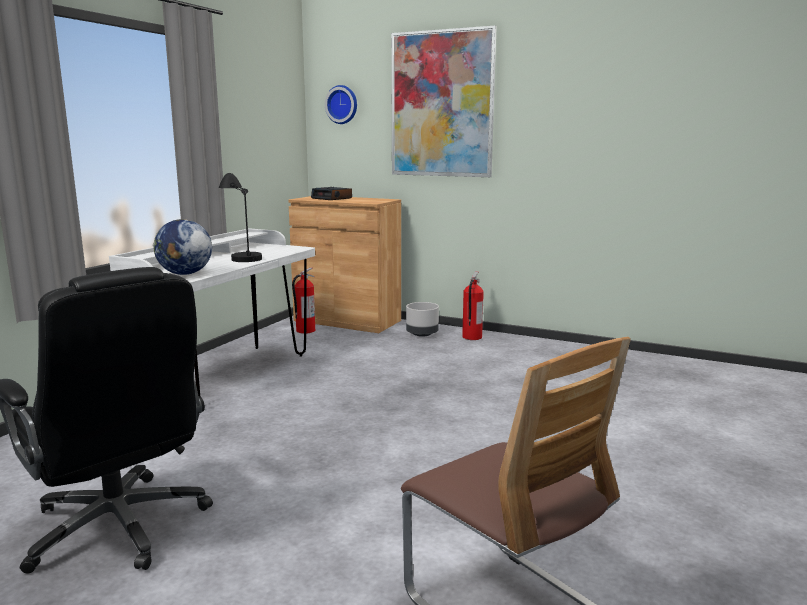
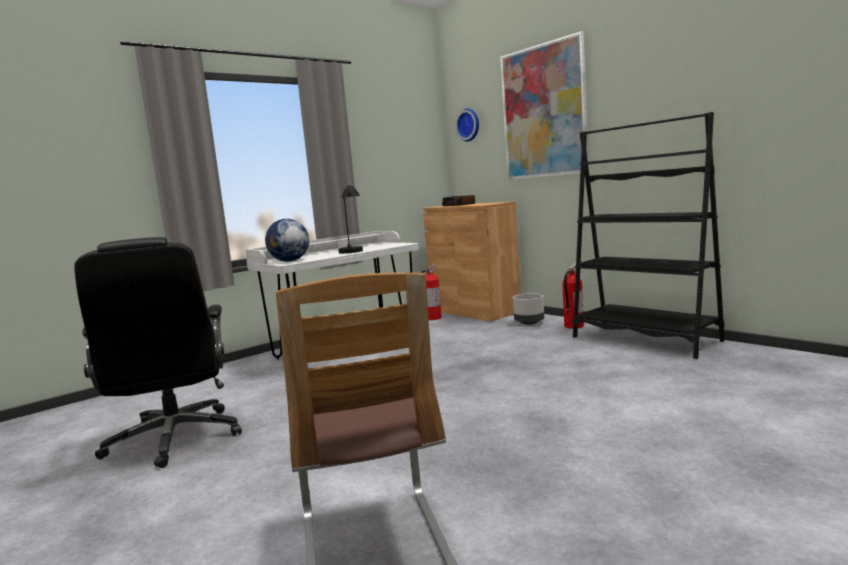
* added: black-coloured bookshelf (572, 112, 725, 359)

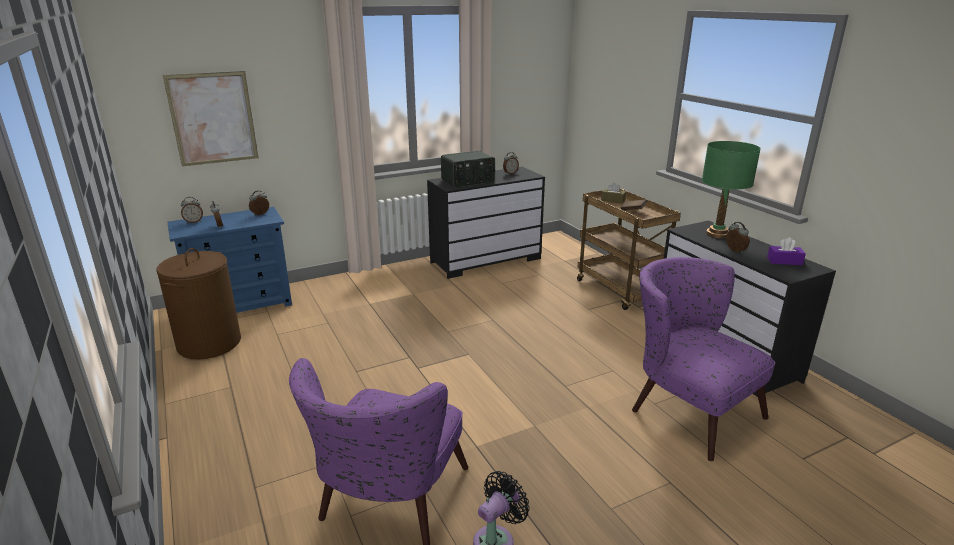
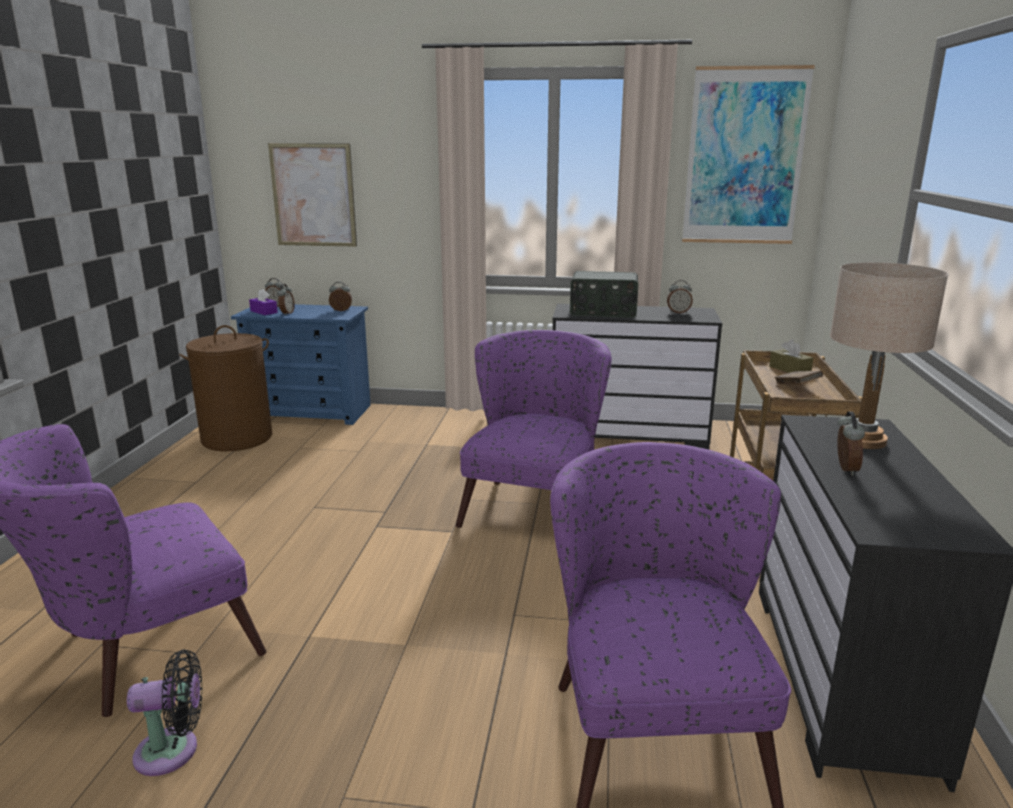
* added: purple lounge chair (455, 330, 611, 528)
* added: wall art (682, 65, 815, 244)
* moved: purple box of tissues (767, 237, 806, 265) to (249, 289, 278, 315)
* recoloured: green-coloured lamp for a table (702, 141, 761, 239) to beige lamp for a table (830, 262, 949, 449)

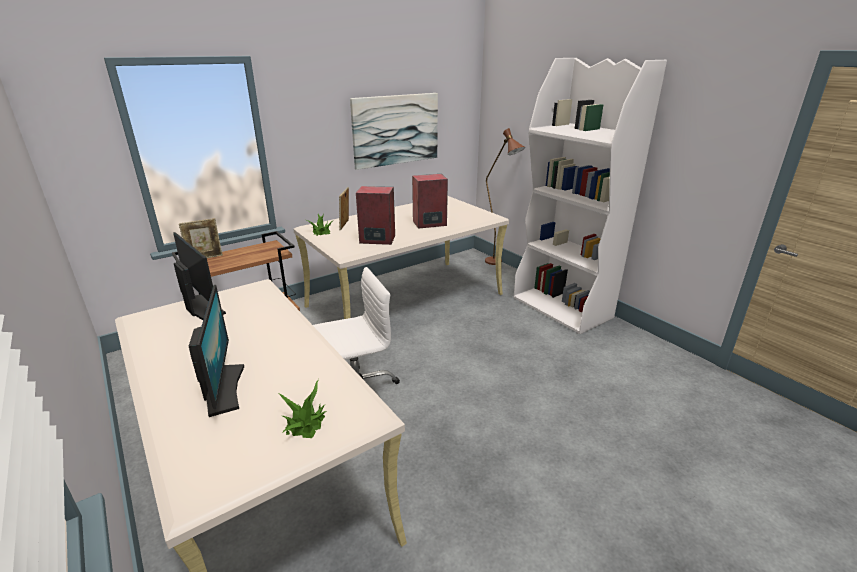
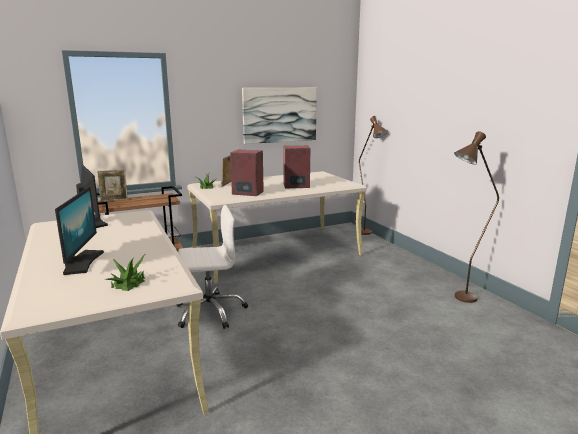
* removed: white-coloured bookshelf (513, 58, 667, 334)
* added: brown standard lamp (454, 131, 499, 303)

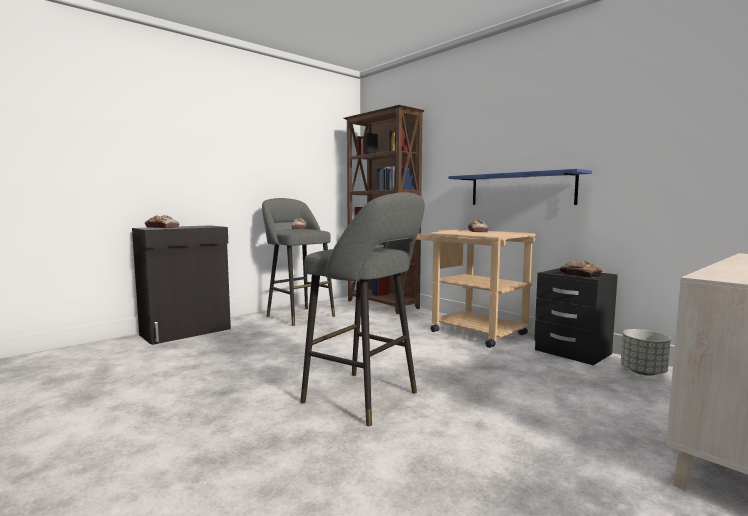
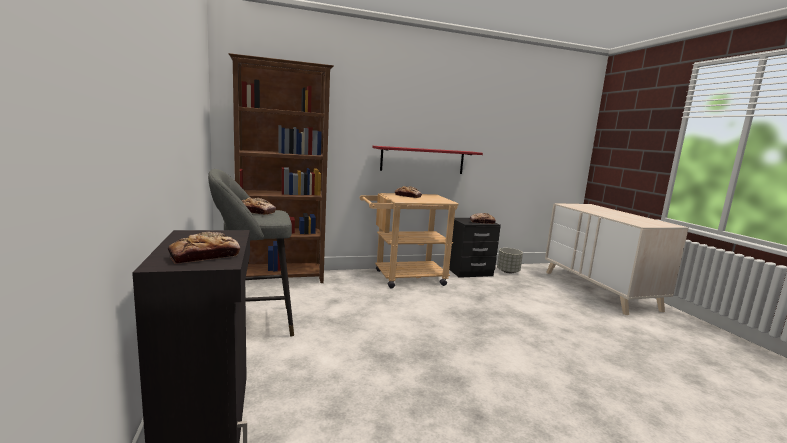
* removed: greyish stool seat (300, 192, 425, 426)
* recoloured: blue-coloured wall shelf (448, 169, 592, 205) to reddish wall shelf (372, 146, 483, 174)

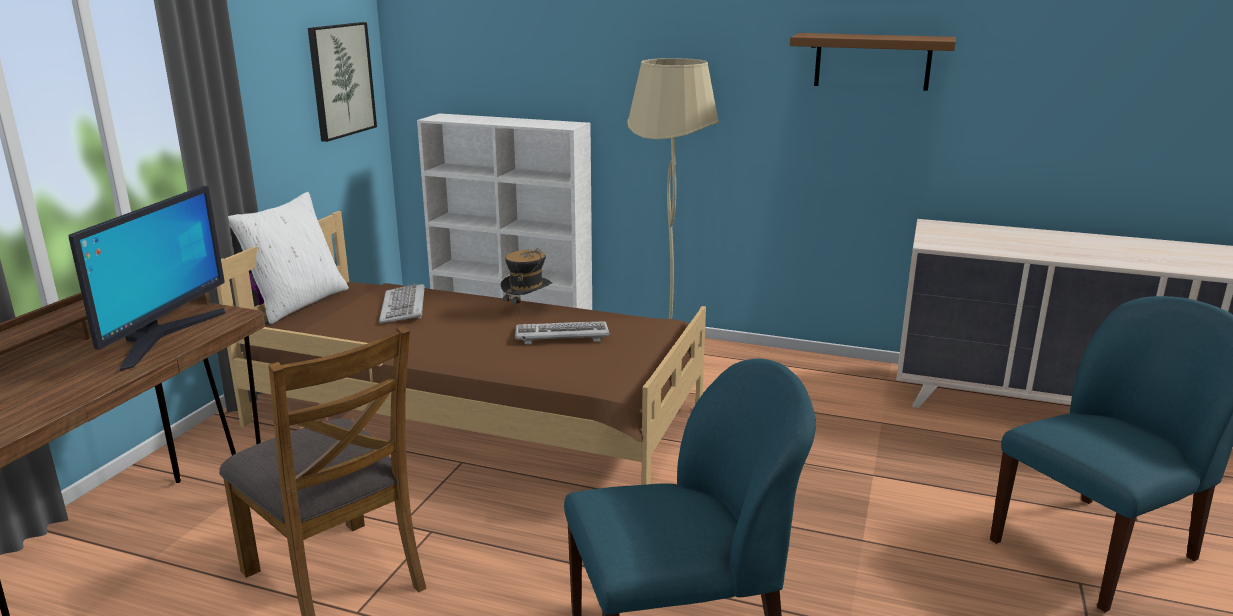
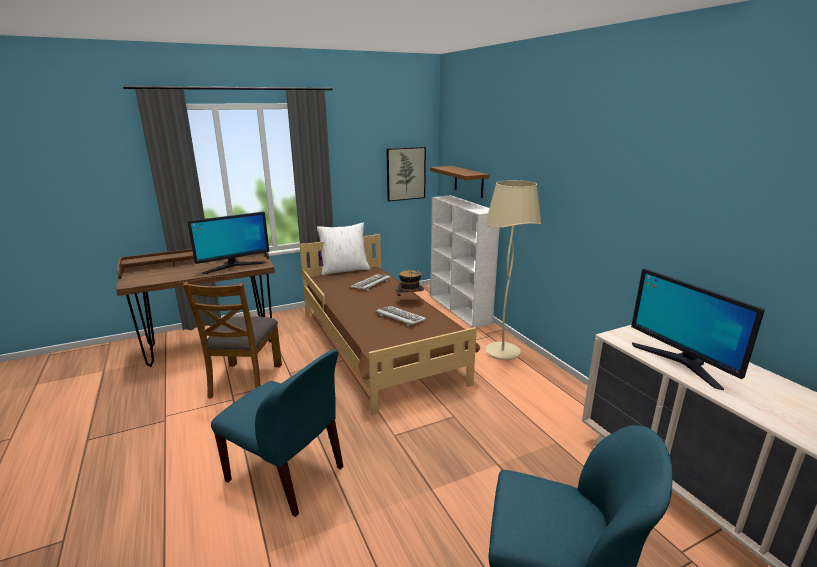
* added: computer display (631, 268, 765, 390)
* moved: brown wall shelf (790, 33, 956, 91) to (430, 166, 489, 198)

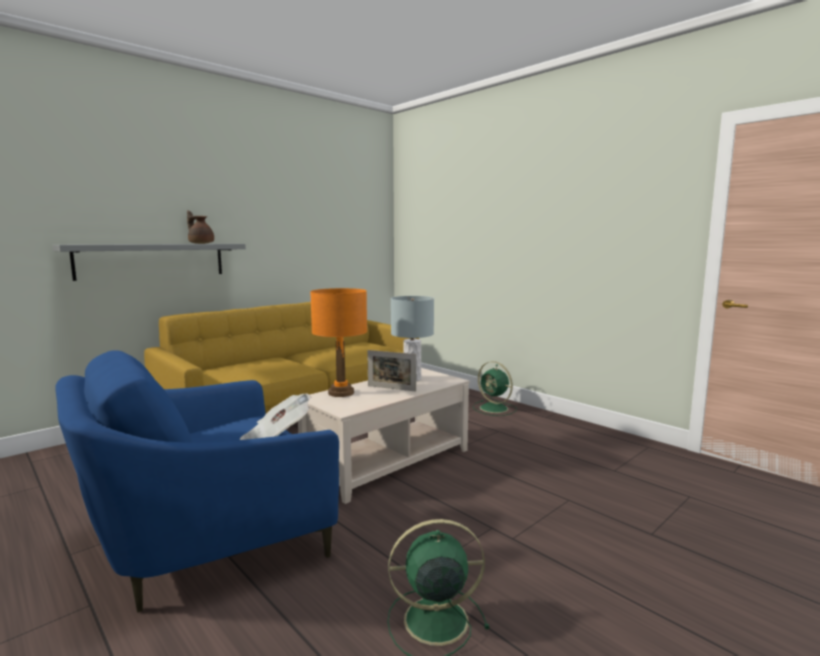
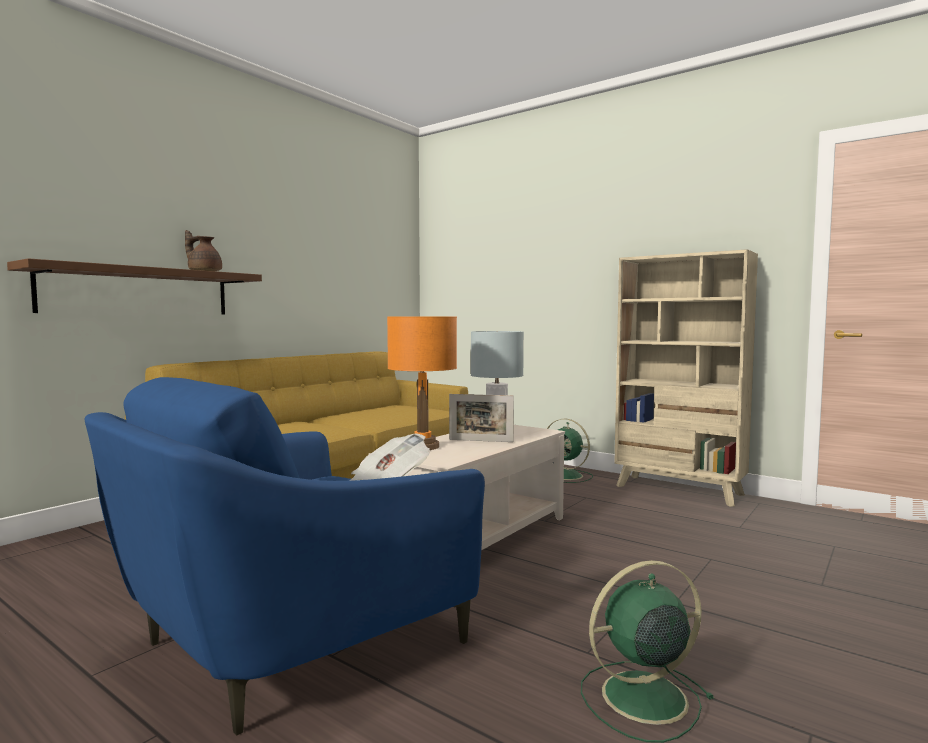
* added: beige bookshelf (614, 249, 758, 507)
* recoloured: greyish wall shelf (52, 244, 246, 281) to brown wall shelf (7, 258, 262, 314)

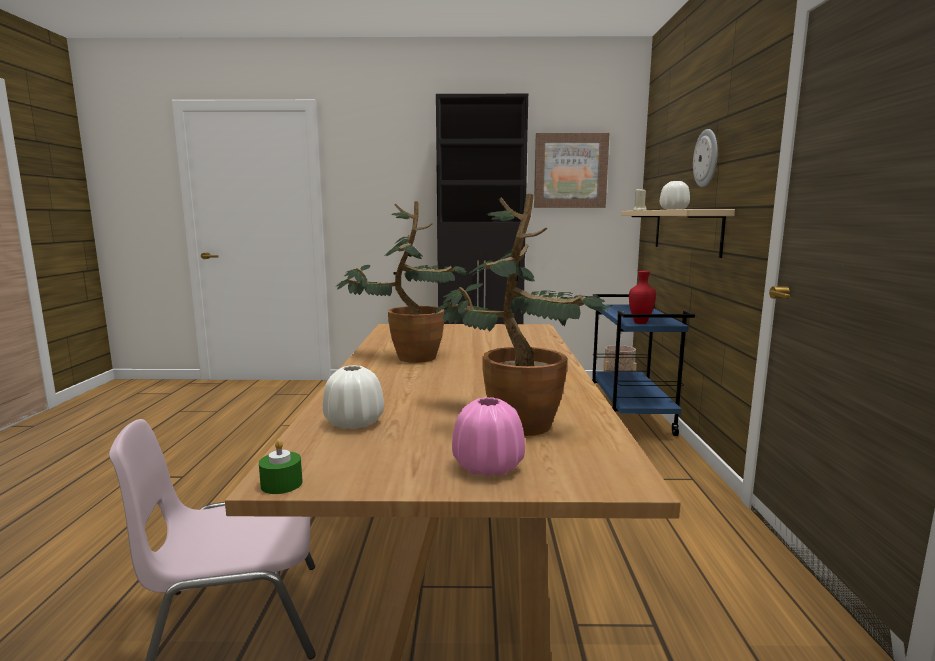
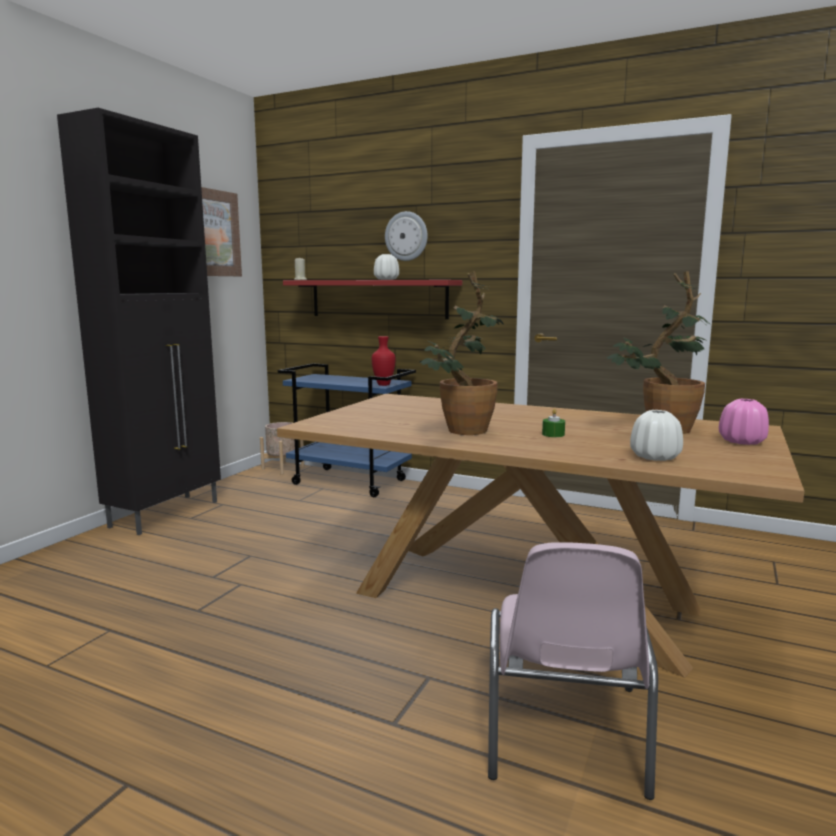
* moved: green-coloured wax candle (259, 439, 303, 494) to (542, 409, 565, 437)
* recoloured: beige wall shelf (621, 209, 735, 258) to reddish wall shelf (283, 280, 462, 319)

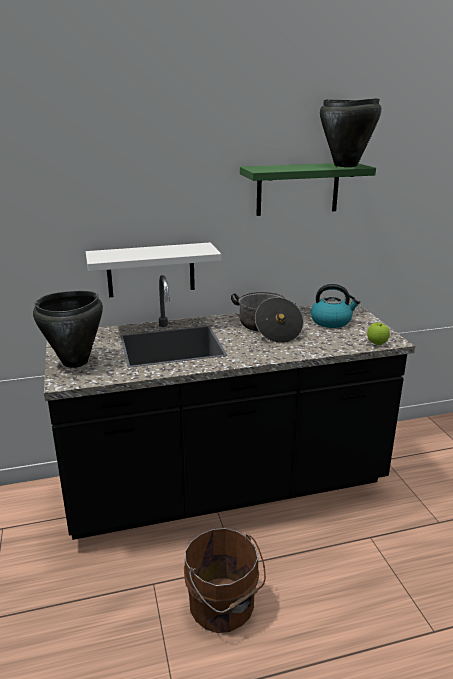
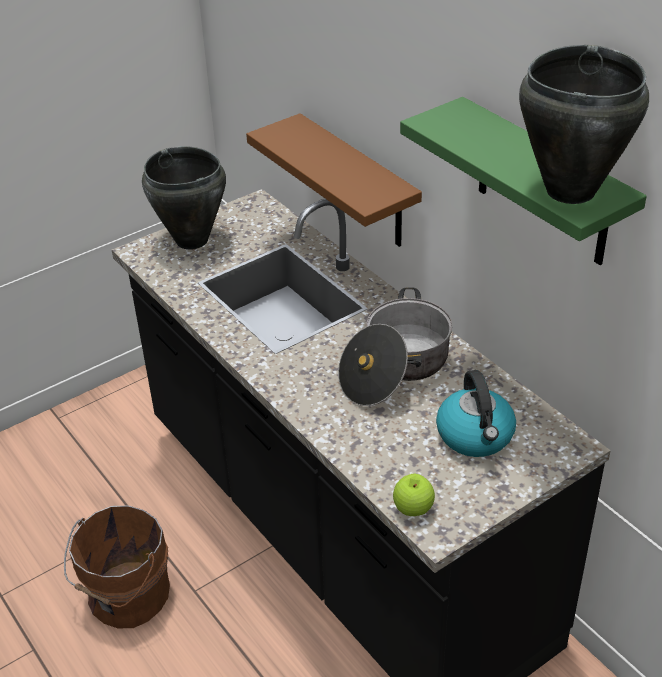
* recoloured: white-coloured wall shelf (86, 242, 221, 297) to brown wall shelf (246, 113, 422, 247)

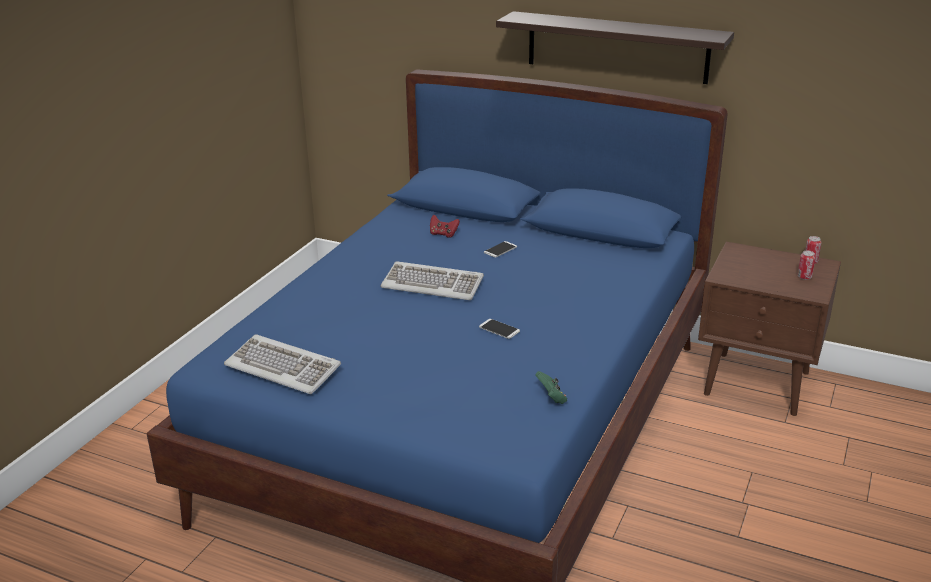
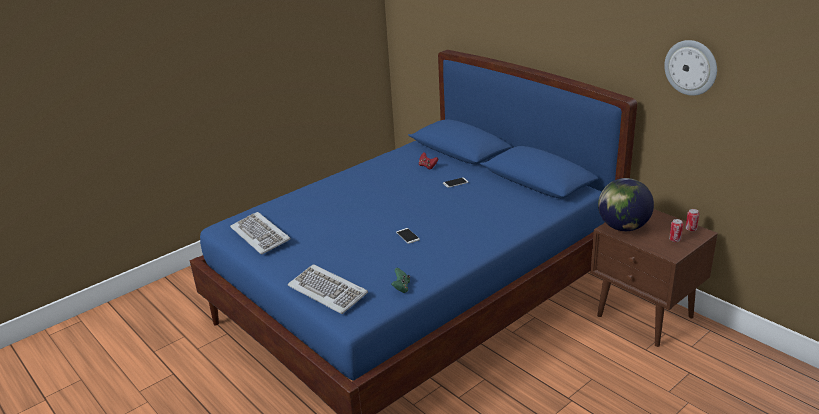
* removed: wall shelf (496, 11, 734, 84)
* added: globe (598, 178, 654, 231)
* added: hanging clock (664, 40, 717, 96)
* moved: computer keyboard (380, 261, 484, 300) to (288, 264, 368, 314)

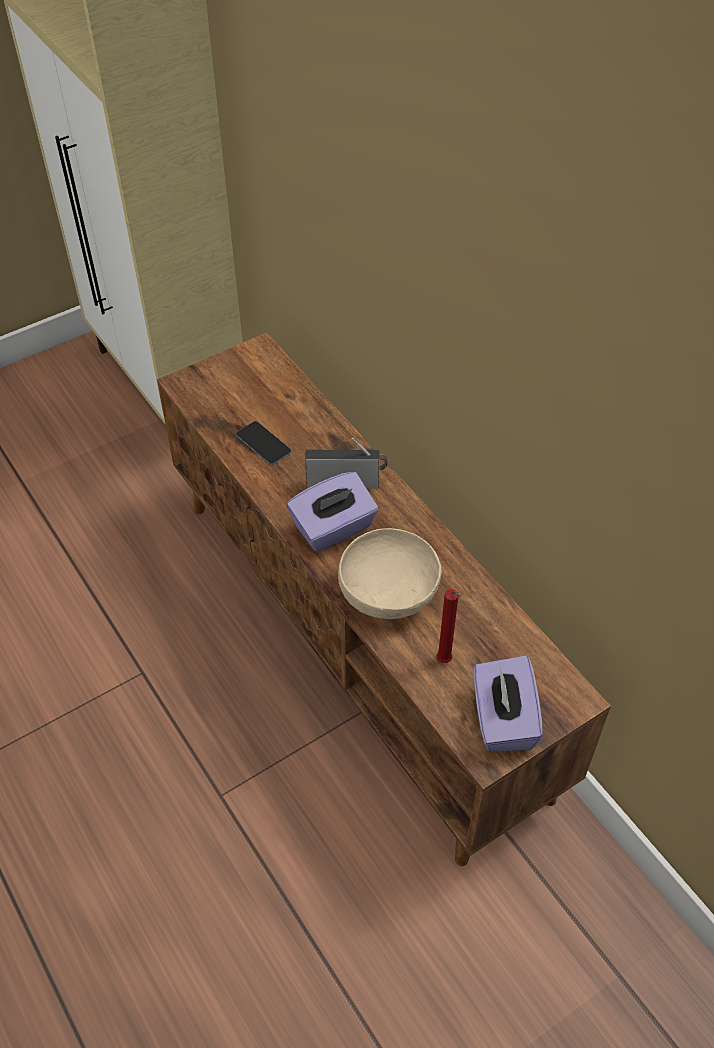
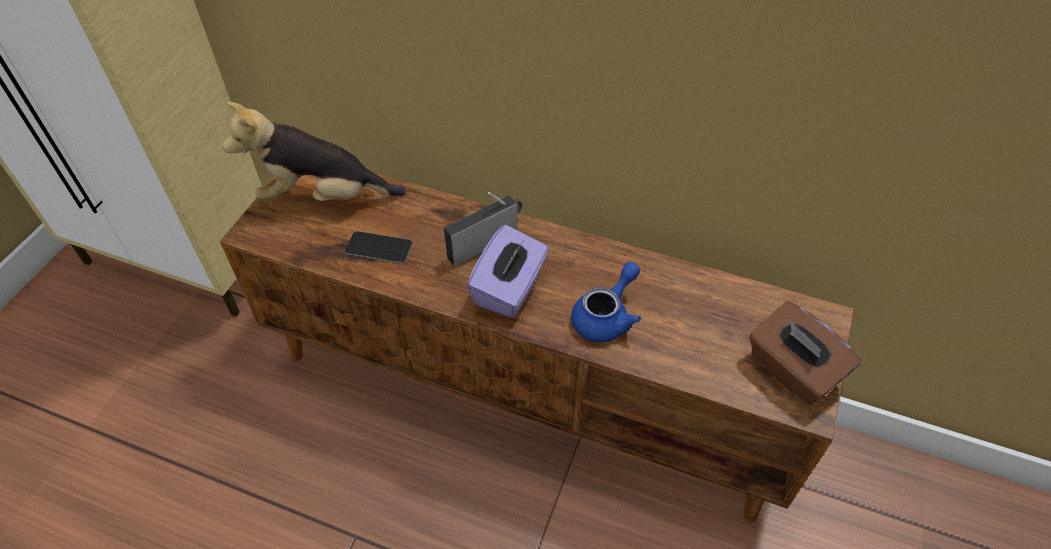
* removed: reddish wax candle (437, 589, 462, 663)
* added: soft toy (223, 102, 406, 201)
* replaced: beige bowl (338, 528, 442, 619) to blue-coloured pot for tea (571, 262, 641, 342)
* recoloured: purple box of tissues (474, 656, 543, 752) to brown box of tissues (749, 301, 861, 404)

